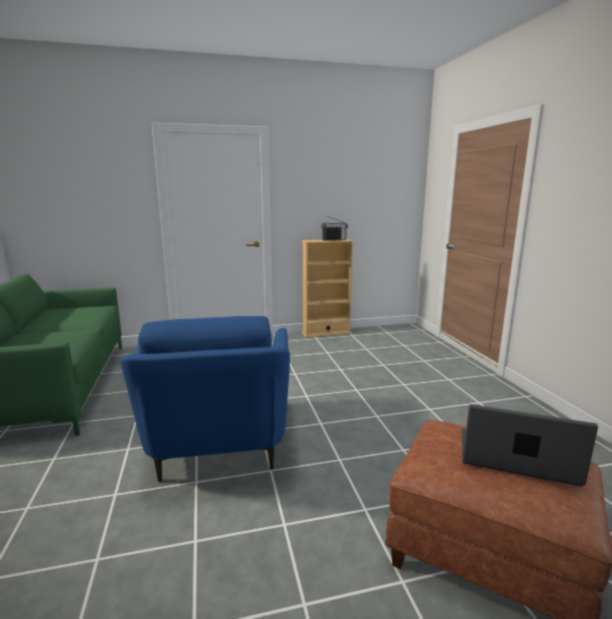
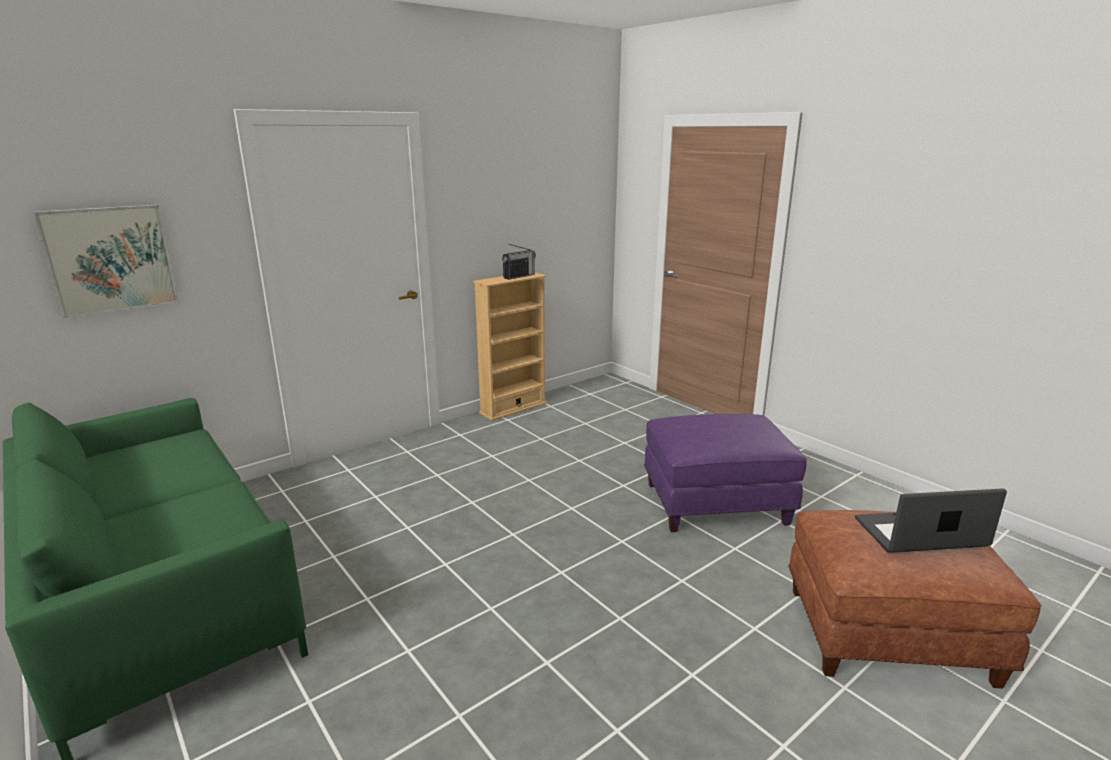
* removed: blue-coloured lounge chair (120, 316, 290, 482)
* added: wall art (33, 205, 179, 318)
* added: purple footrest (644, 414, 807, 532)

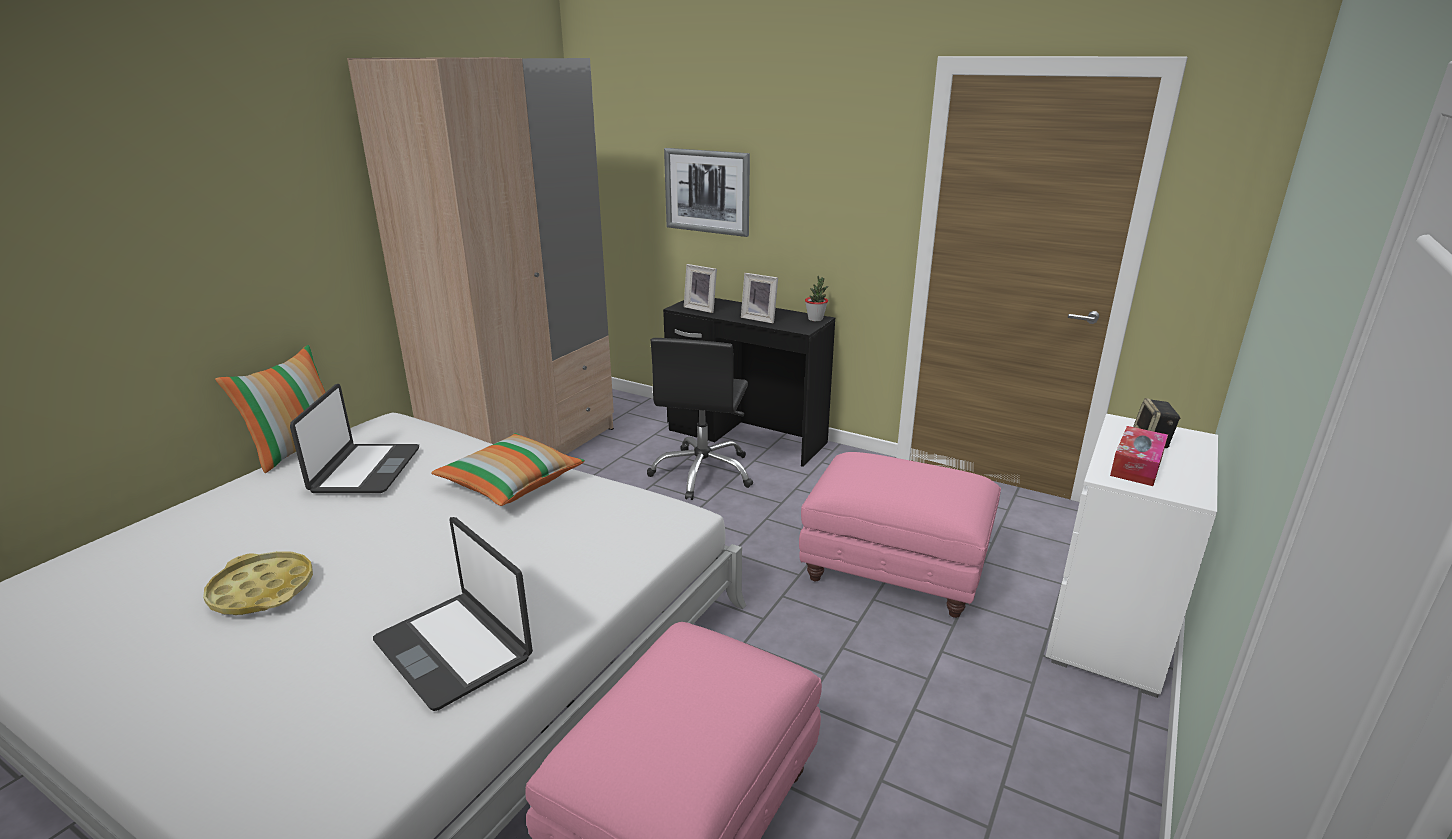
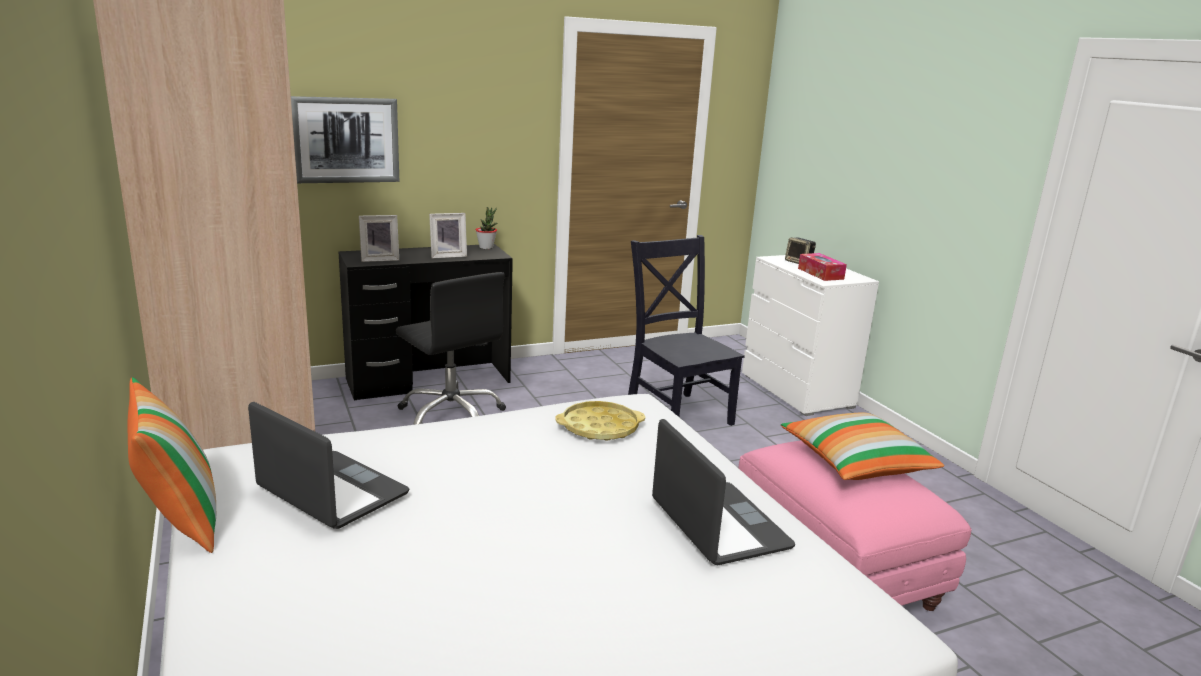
* moved: yellowish tray (203, 551, 313, 615) to (555, 401, 645, 441)
* moved: pillow (431, 433, 585, 506) to (781, 413, 944, 480)
* replaced: pink-coloured footrest (799, 452, 1001, 618) to black-coloured chair (628, 235, 745, 426)
* turned: portable computer (373, 517, 533, 711) = (652, 419, 795, 565) 105 degrees counterclockwise

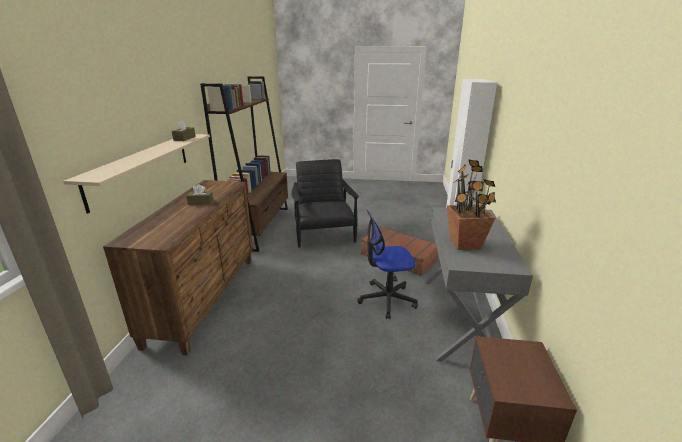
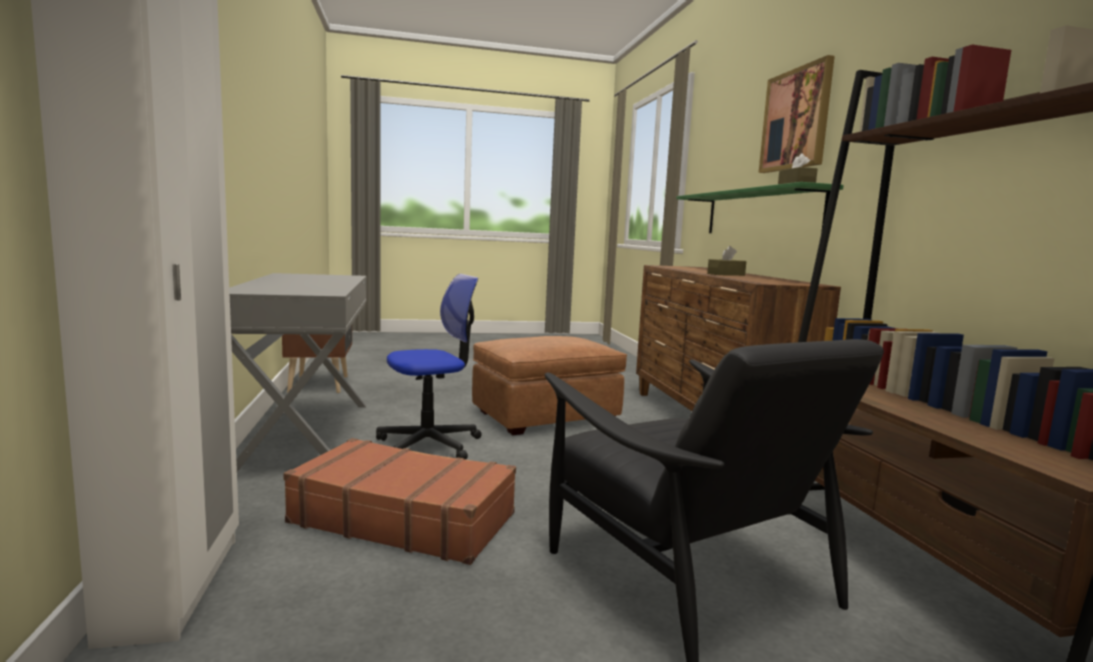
* removed: plant in a pot (447, 159, 496, 250)
* added: brown footrest (472, 336, 627, 435)
* added: wall art (759, 55, 835, 173)
* recoloured: beige wall shelf (63, 134, 210, 214) to green-coloured wall shelf (676, 182, 844, 233)

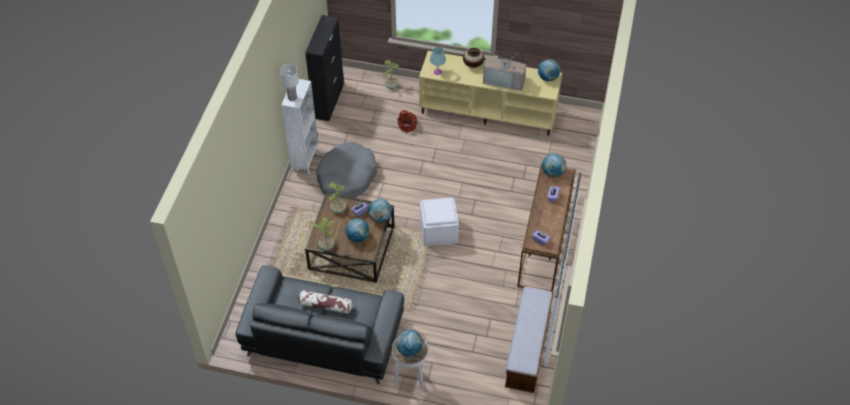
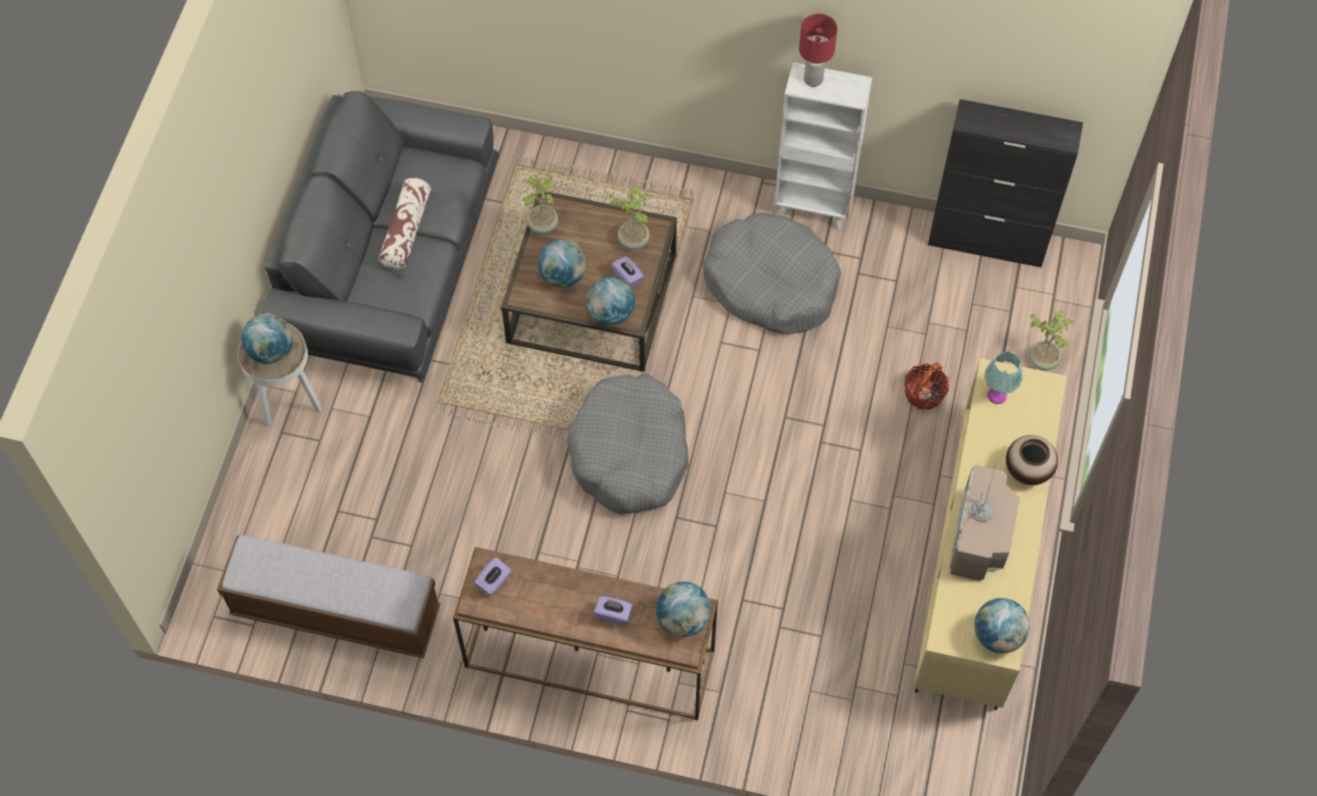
* replaced: white-coloured footrest (420, 197, 459, 246) to greyish pet bed (567, 374, 689, 515)
* recoloured: white-coloured lamp for a table (280, 64, 299, 101) to reddish lamp for a table (799, 14, 837, 87)

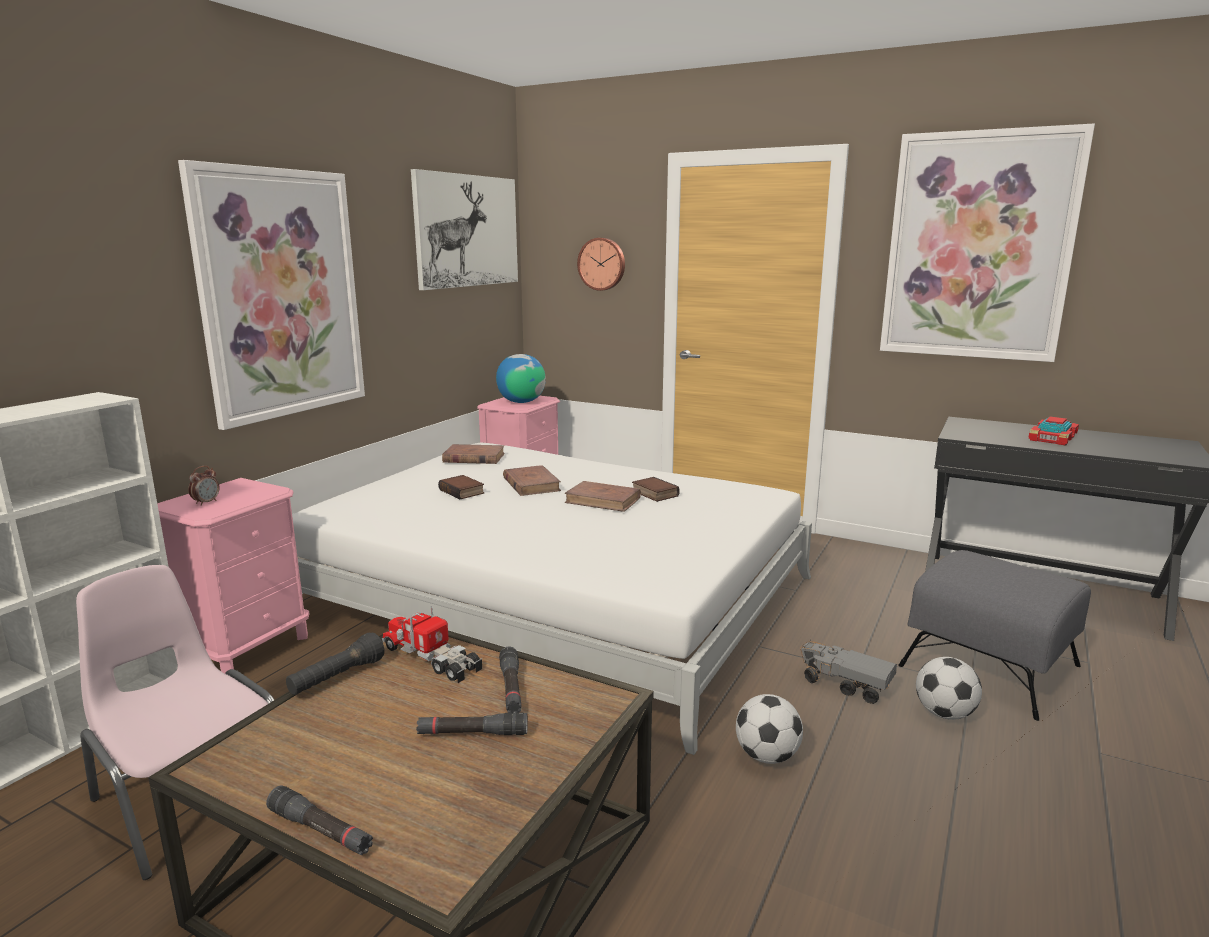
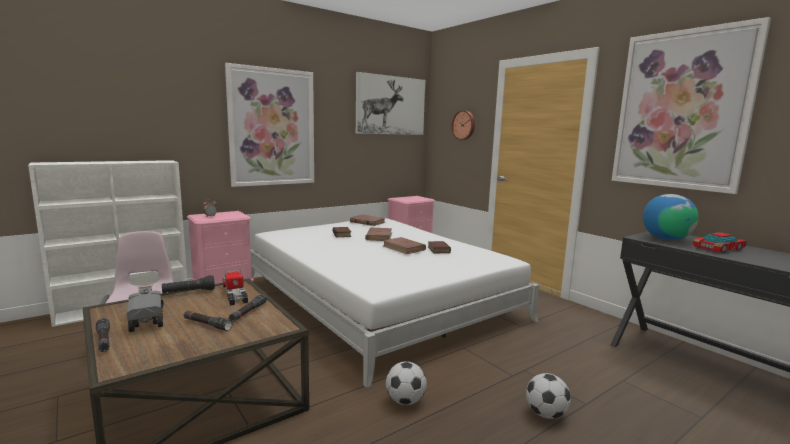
* removed: greyish footrest (898, 550, 1091, 721)
* moved: globe (496, 354, 546, 403) to (643, 194, 699, 240)
* moved: model truck (800, 639, 897, 704) to (127, 284, 164, 332)

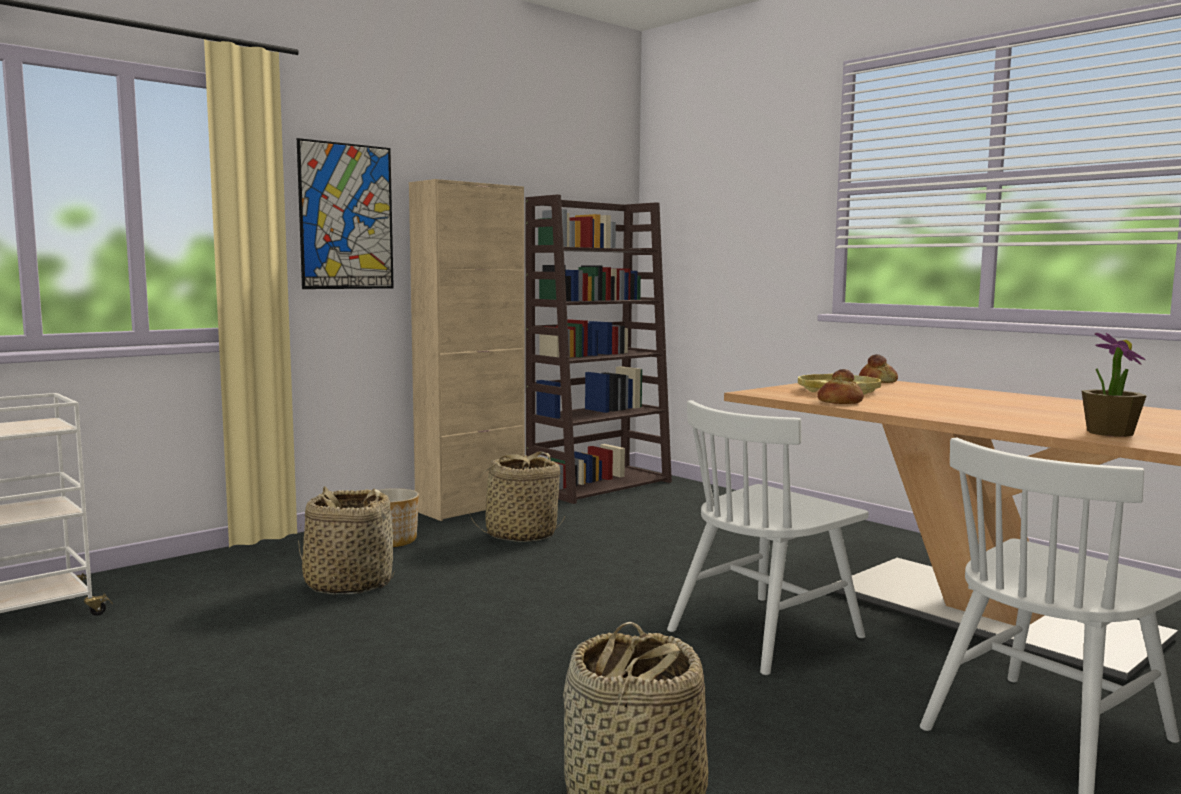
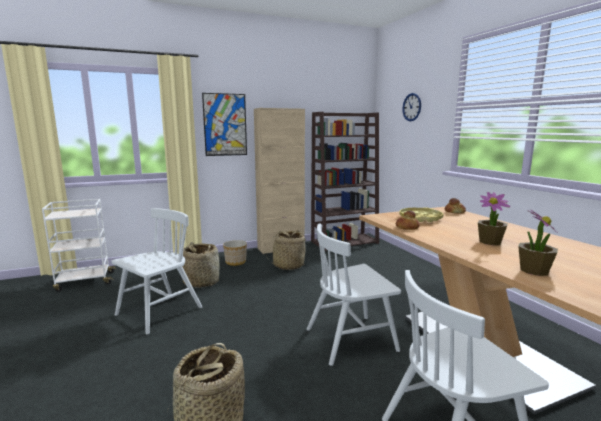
* added: white-coloured chair (111, 208, 202, 334)
* added: hanging clock (402, 93, 421, 121)
* added: plant in a pot (478, 192, 511, 245)

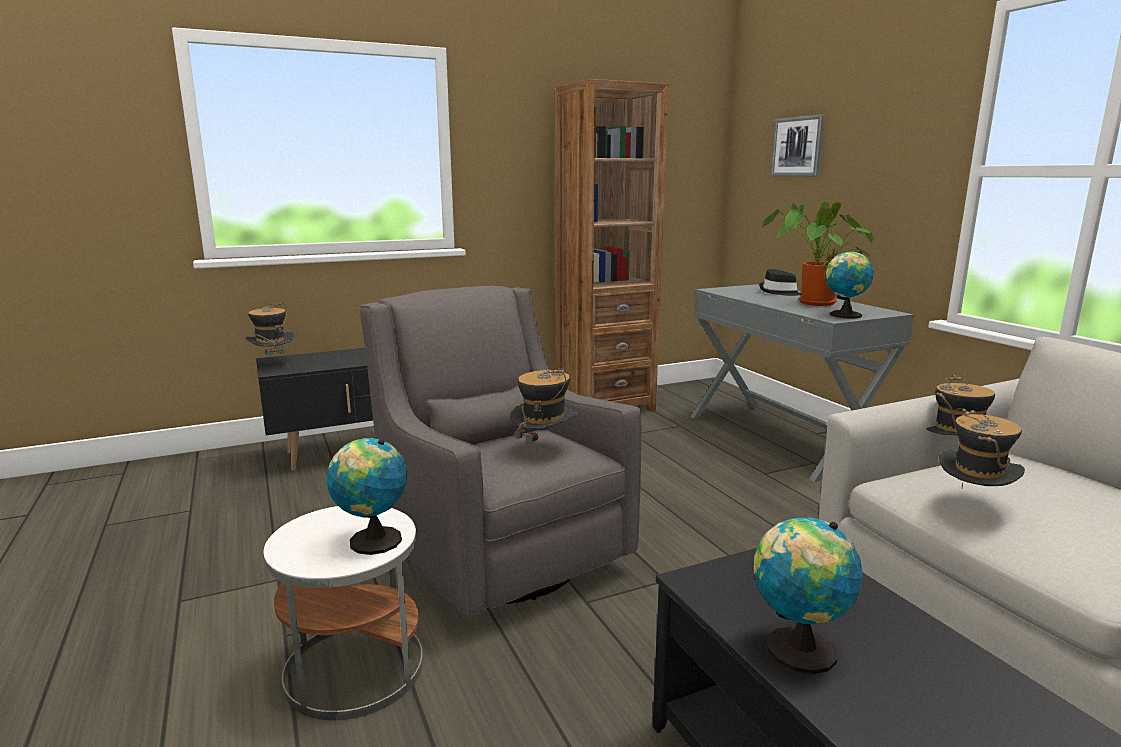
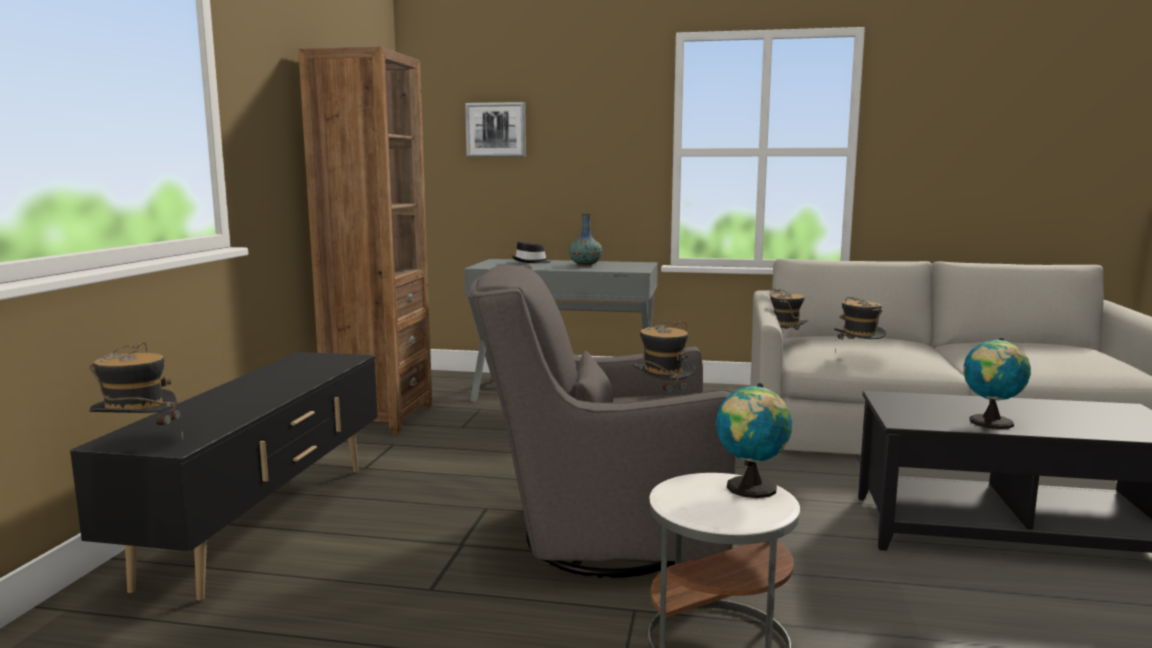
* removed: globe (825, 251, 874, 318)
* replaced: plant in a pot (762, 201, 874, 306) to decorative vase (569, 213, 602, 266)

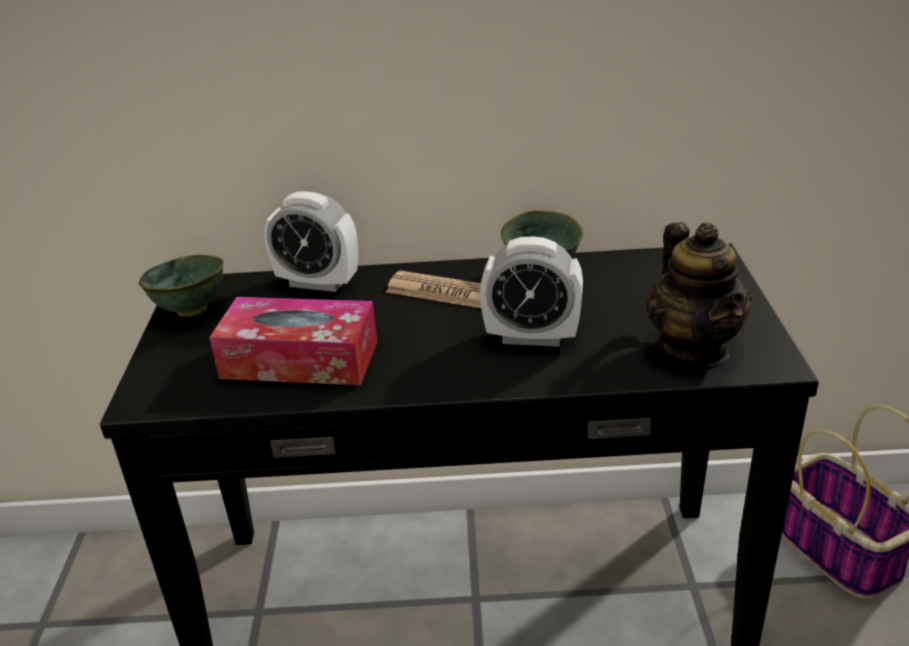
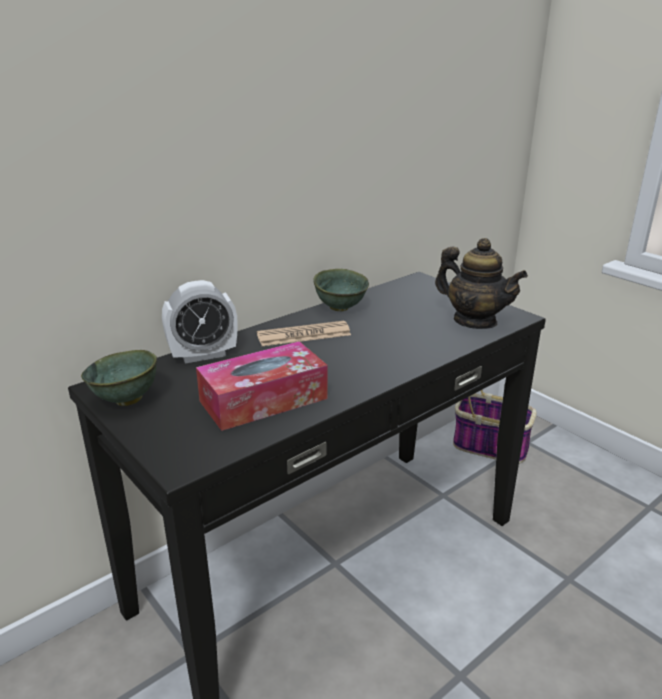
* removed: bedside clock (480, 236, 583, 347)

